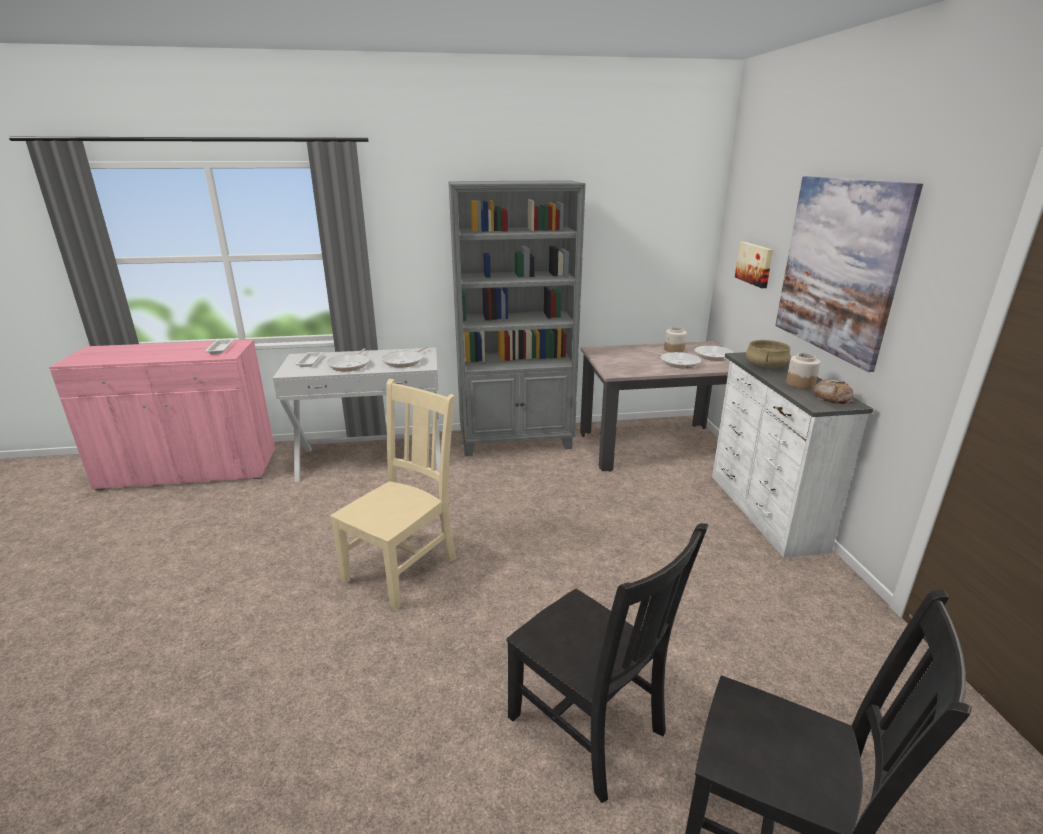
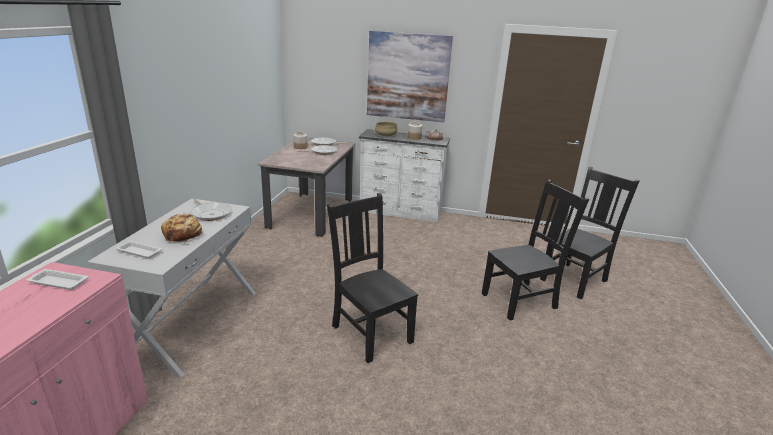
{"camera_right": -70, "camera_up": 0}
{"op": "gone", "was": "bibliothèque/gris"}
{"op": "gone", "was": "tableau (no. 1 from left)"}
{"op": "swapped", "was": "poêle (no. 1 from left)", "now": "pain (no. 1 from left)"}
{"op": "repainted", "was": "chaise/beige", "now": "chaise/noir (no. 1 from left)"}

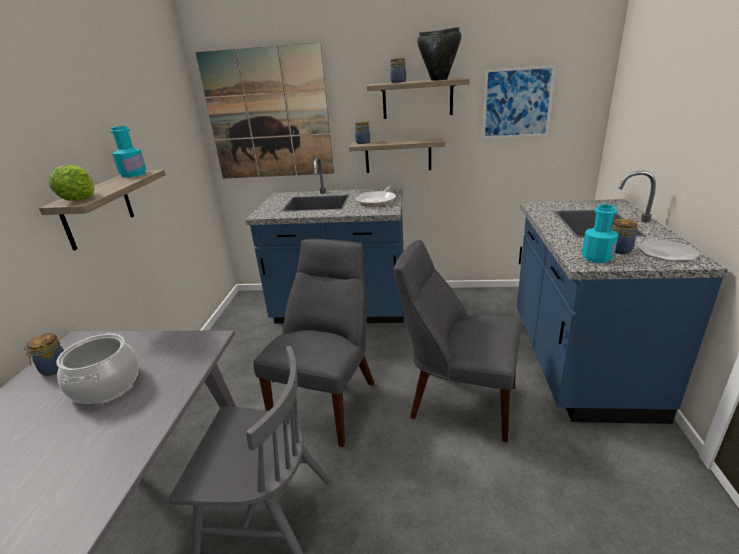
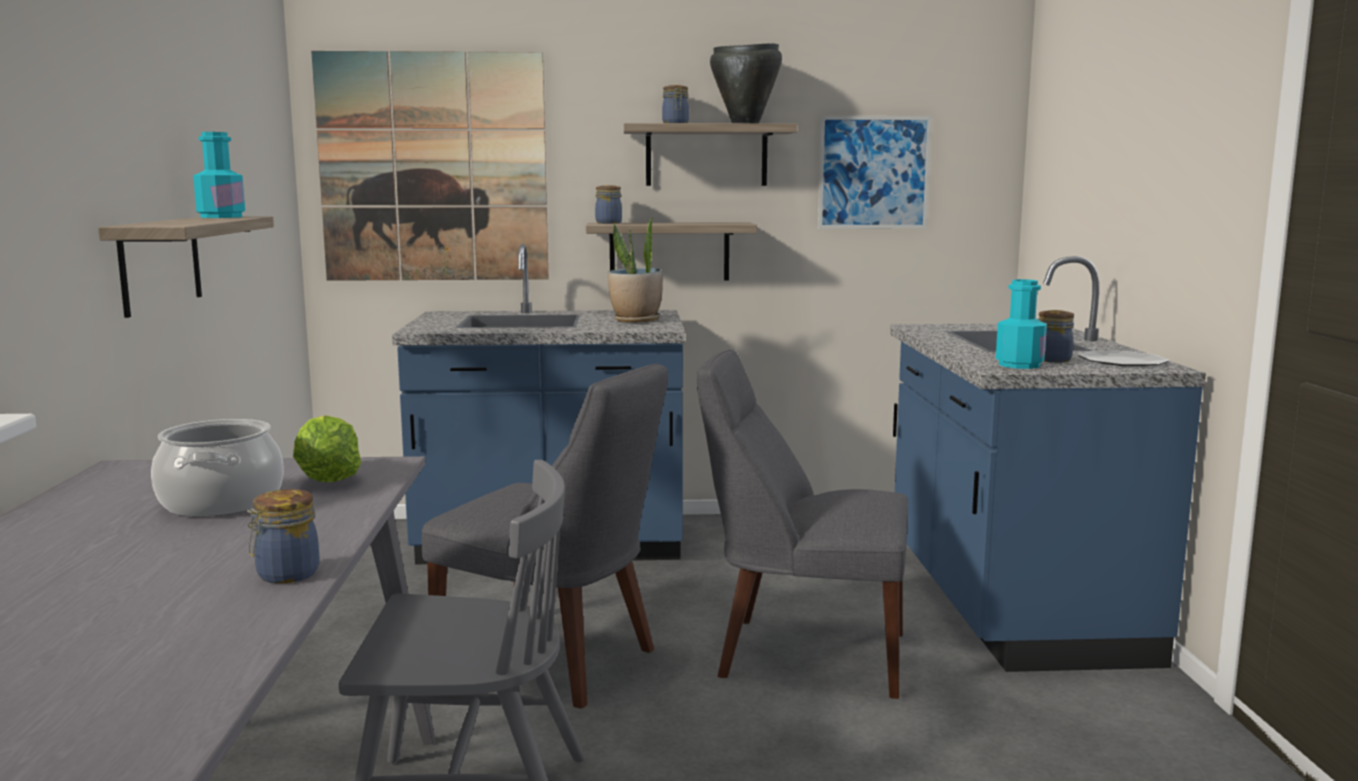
{"camera_right": -10, "camera_up": -15}
{"op": "shifted", "was": "laitue"}
{"op": "swapped", "was": "poêle", "now": "plante en pot"}
{"op": "rotated", "was": "chaise/gris (no. 2 from left)", "clockwise": 105}
{"op": "shifted", "was": "bocal (no. 1 from left)"}

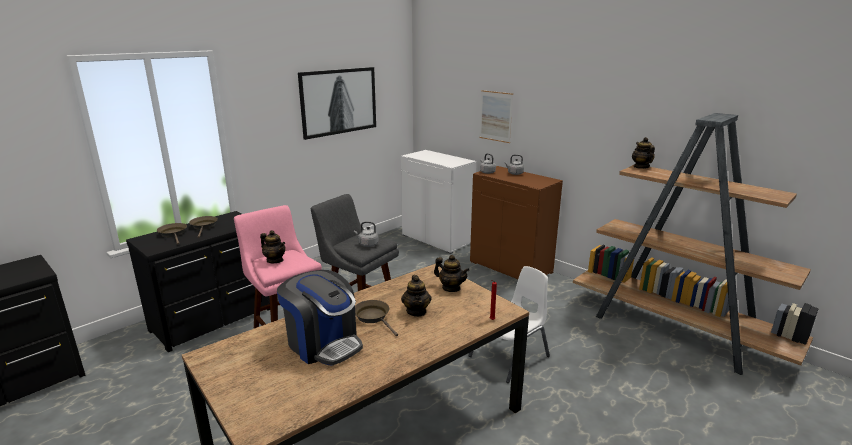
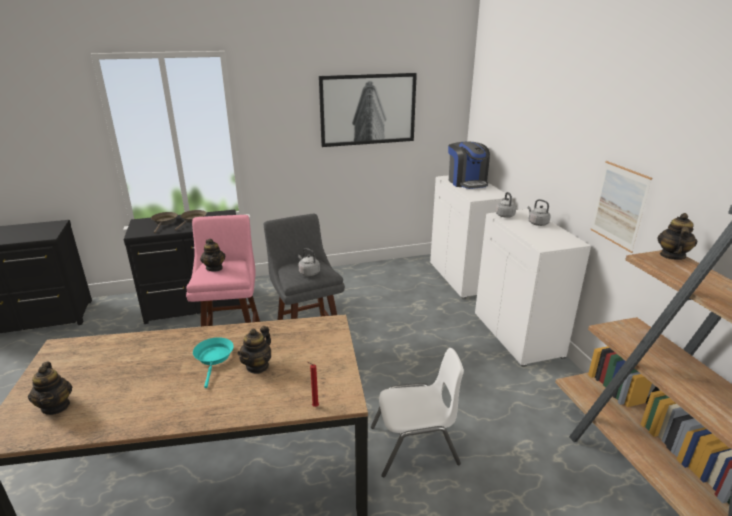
{"camera_right": 30, "camera_up": 5}
{"op": "shifted", "was": "tableau (no. 2 from left)"}
{"op": "repainted", "was": "meuble de rangement/marron", "now": "meuble de rangement/blanc (no. 2 from left)"}
{"op": "shifted", "was": "théière (no. 3 from left in the first image)", "now": "théière (no. 1 from left)"}
{"op": "shifted", "was": "machine à café"}
{"op": "repainted", "was": "poêle/marron (no. 3 from left)", "now": "poêle/turquoise"}

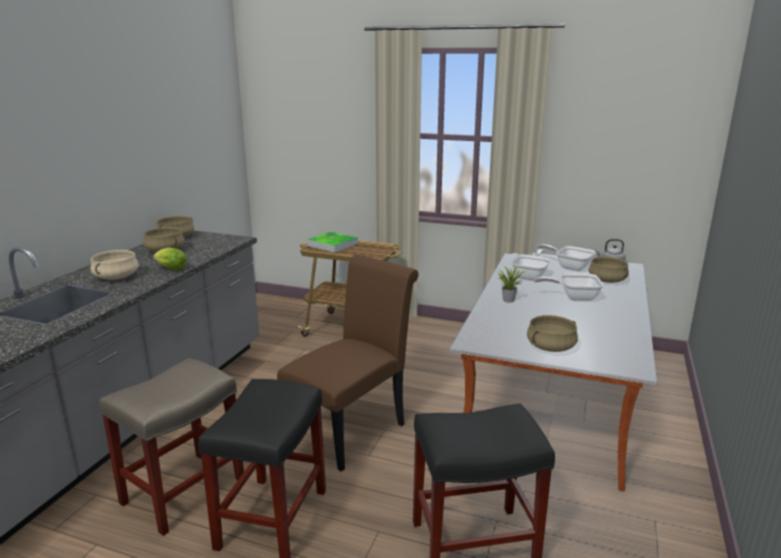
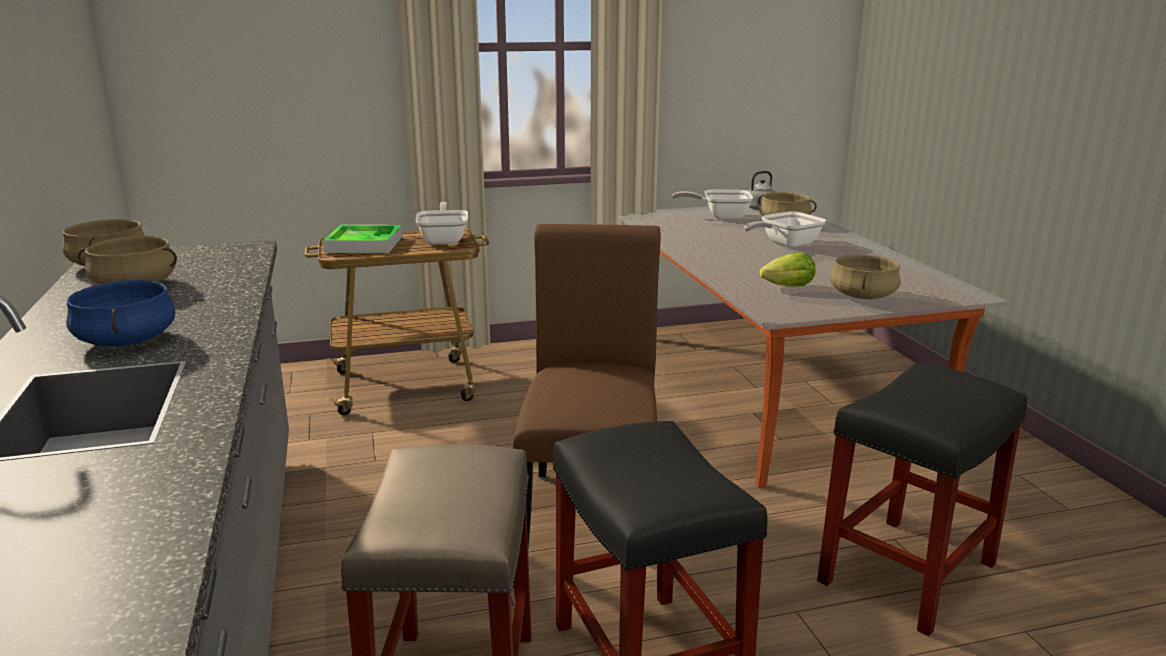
{"camera_right": -35, "camera_up": 0}
{"op": "shifted", "was": "laitue"}
{"op": "shifted", "was": "poêle (no. 1 from left)"}
{"op": "repainted", "was": "marmite/beige (no. 1 from left)", "now": "marmite/bleu"}
{"op": "gone", "was": "plante en pot"}

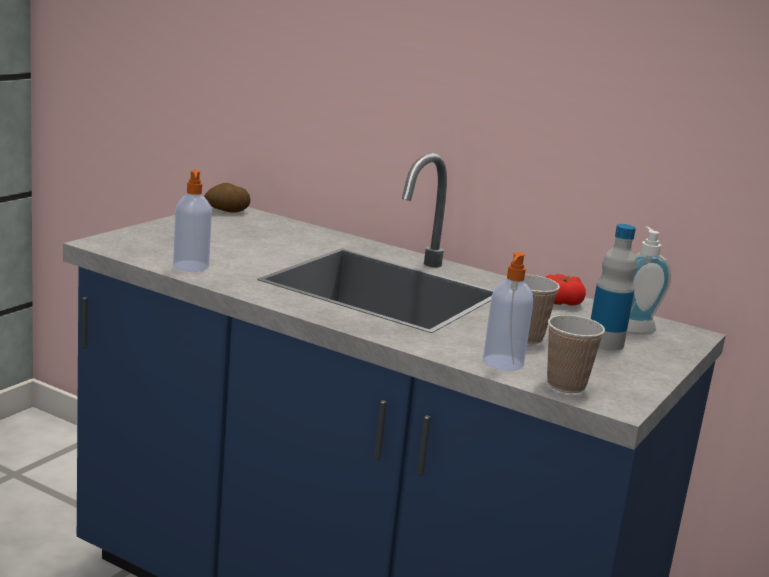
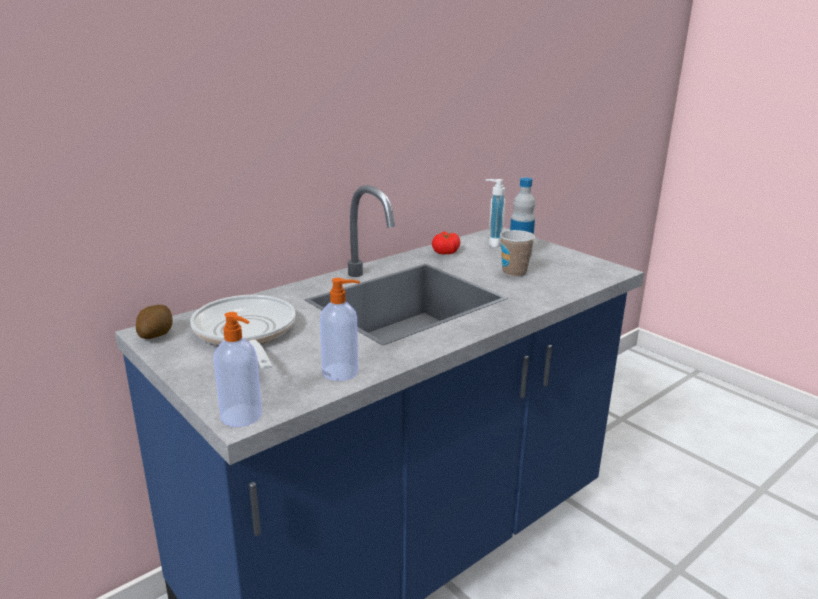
{"camera_right": -70, "camera_up": 5}
{"op": "shifted", "was": "distributeur de savon (no. 2 from left in the first image)", "now": "distributeur de savon (no. 1 from left)"}
{"op": "gone", "was": "tasse (no. 2 from left)"}
{"op": "new", "now": "poêle"}

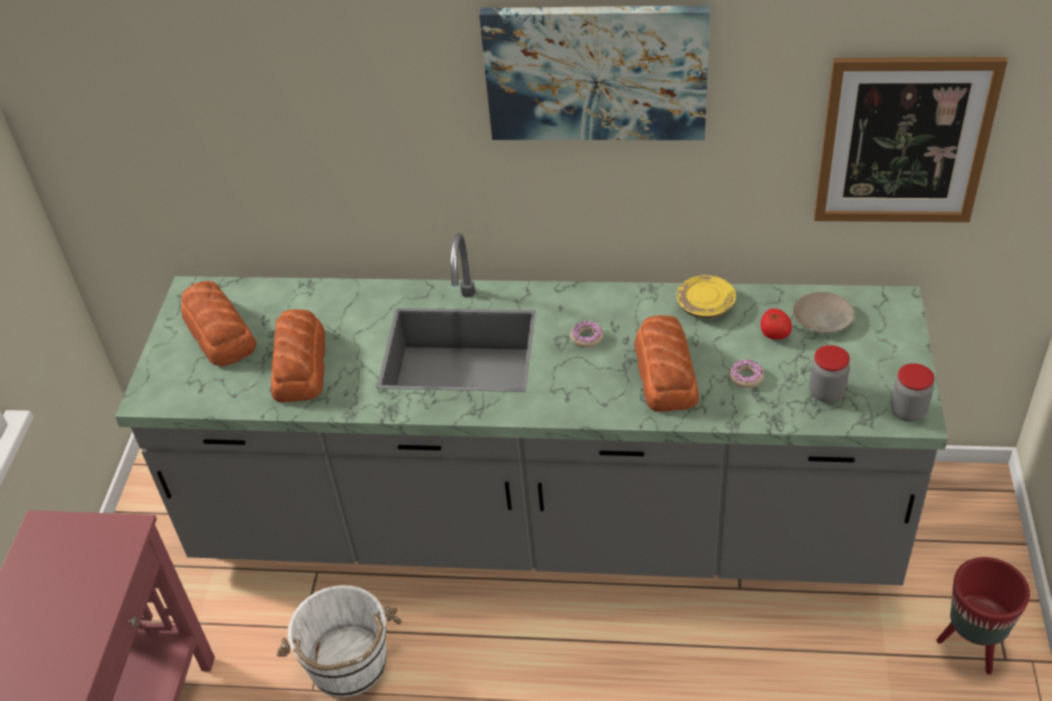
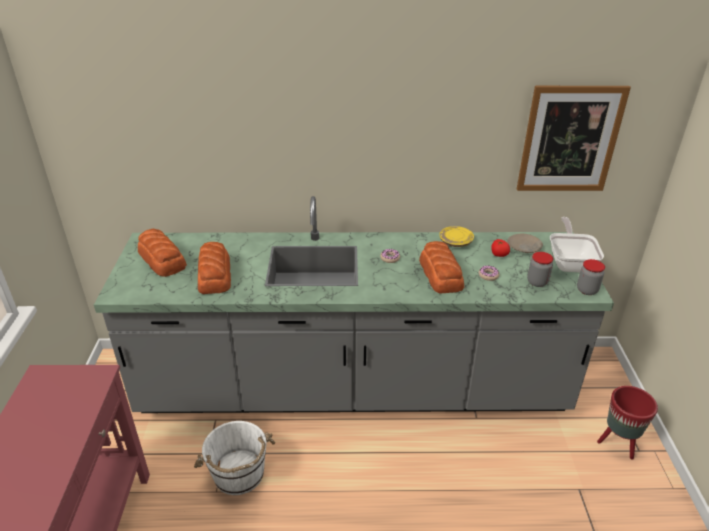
{"camera_right": -10, "camera_up": -10}
{"op": "gone", "was": "tableau (no. 1 from left)"}
{"op": "new", "now": "poêle"}

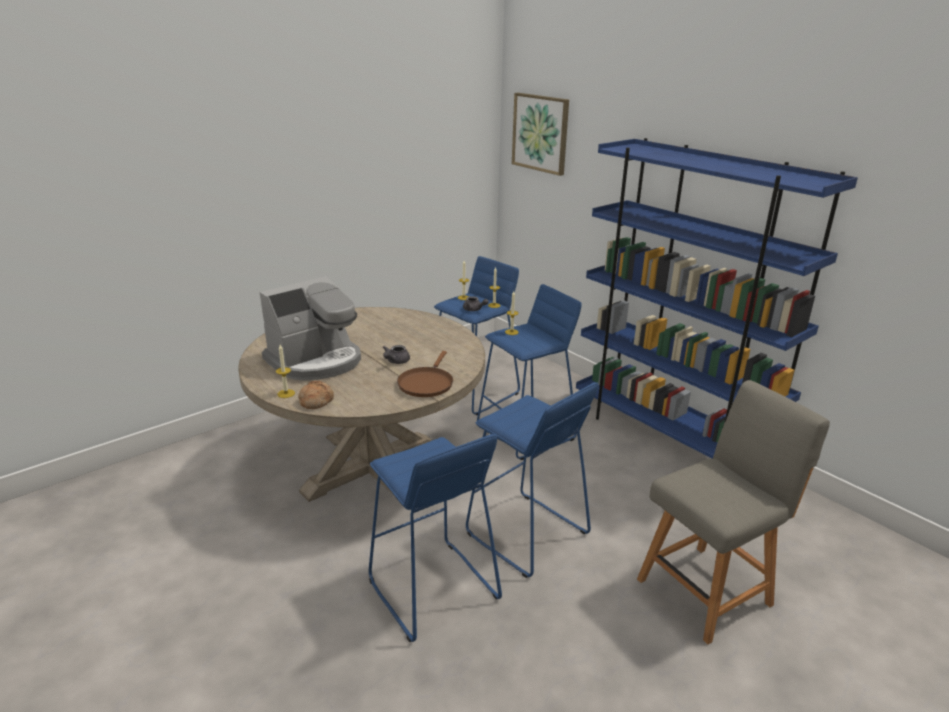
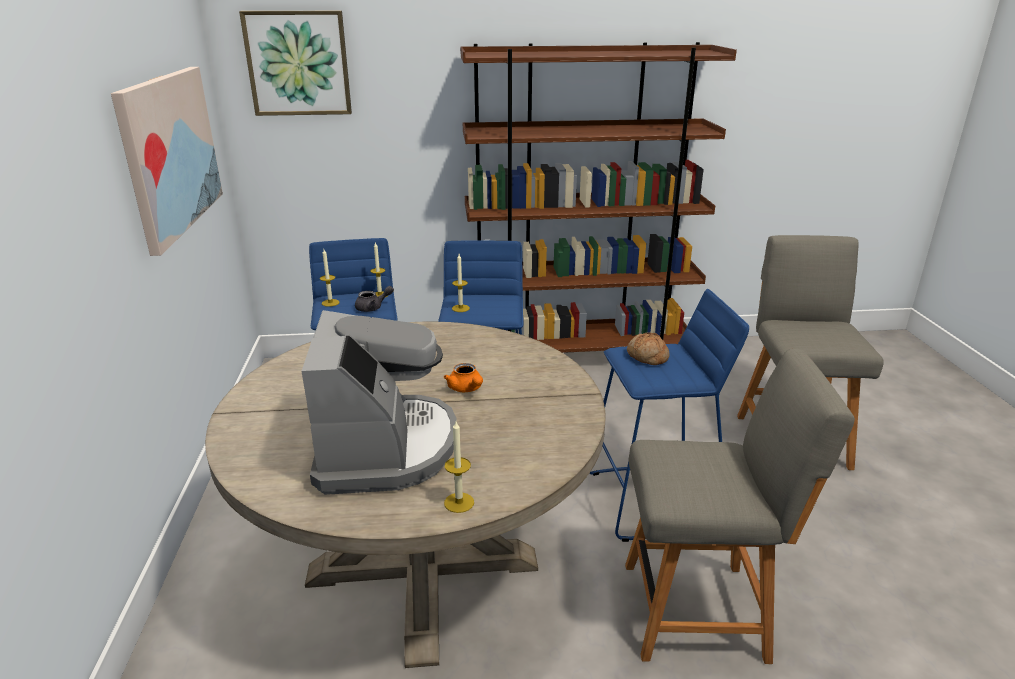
{"camera_right": -55, "camera_up": 0}
{"op": "repainted", "was": "bibliothèque/bleu", "now": "bibliothèque/marron"}
{"op": "repainted", "was": "théière/gris (no. 1 from left)", "now": "théière/orange"}
{"op": "gone", "was": "poêle/marron"}
{"op": "shifted", "was": "pain"}
{"op": "swapped", "was": "tabouret/bleu (no. 1 from left)", "now": "chaise/gris (no. 1 from left)"}
{"op": "new", "now": "tableau (no. 1 from left)"}

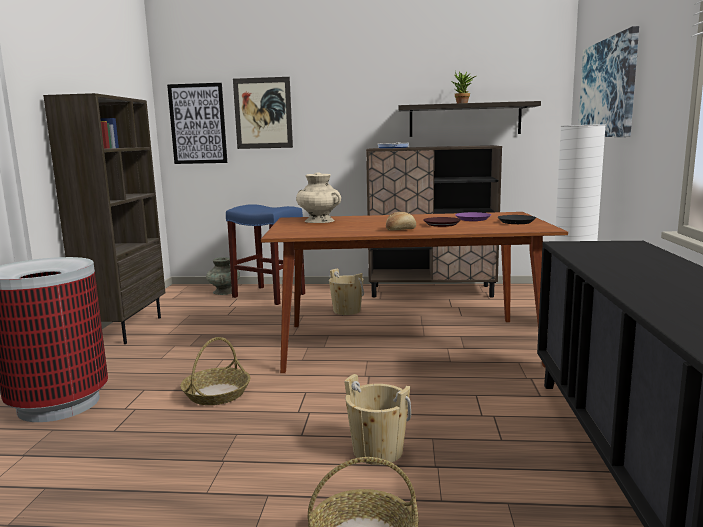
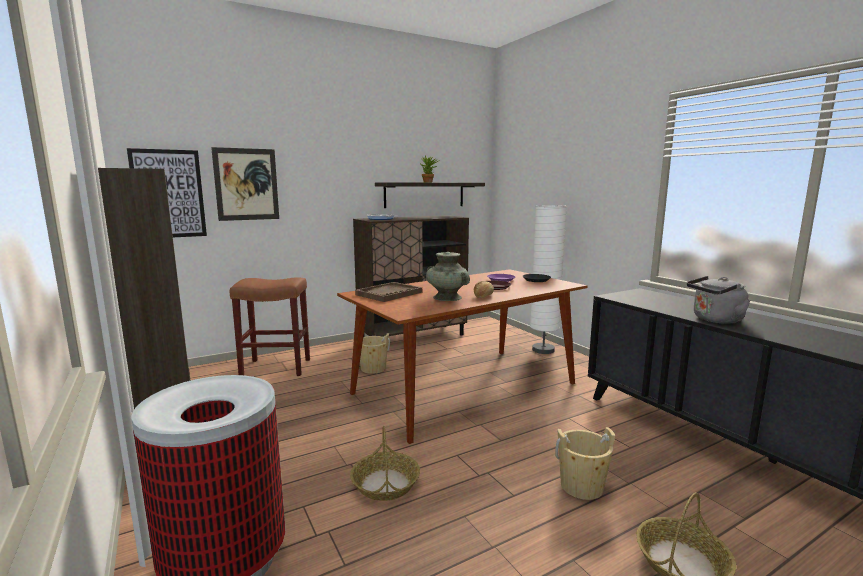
{"camera_right": -35, "camera_up": 0}
{"op": "gone", "was": "tableau (no. 3 from left)"}
{"op": "swapped", "was": "vase/beige", "now": "plateau/marron"}
{"op": "repainted", "was": "tabouret/bleu", "now": "tabouret/marron"}
{"op": "shifted", "was": "vase/turquoise"}
{"op": "new", "now": "bouilloire/gris"}

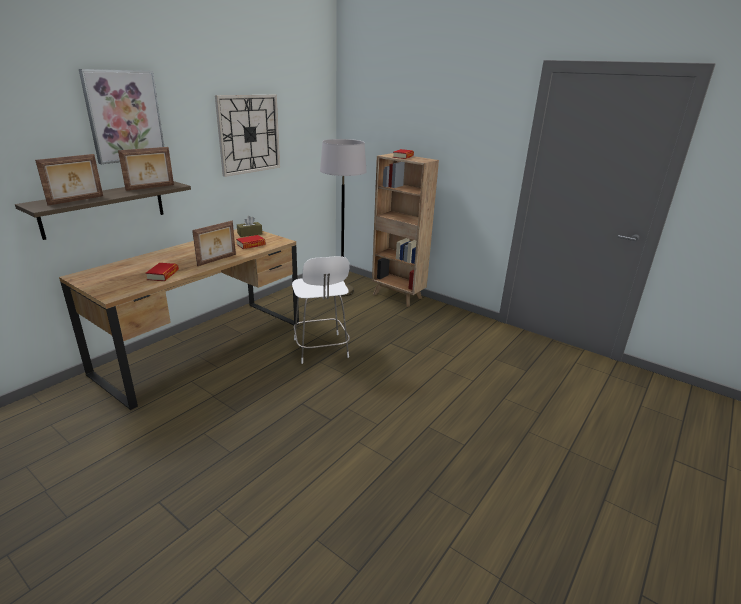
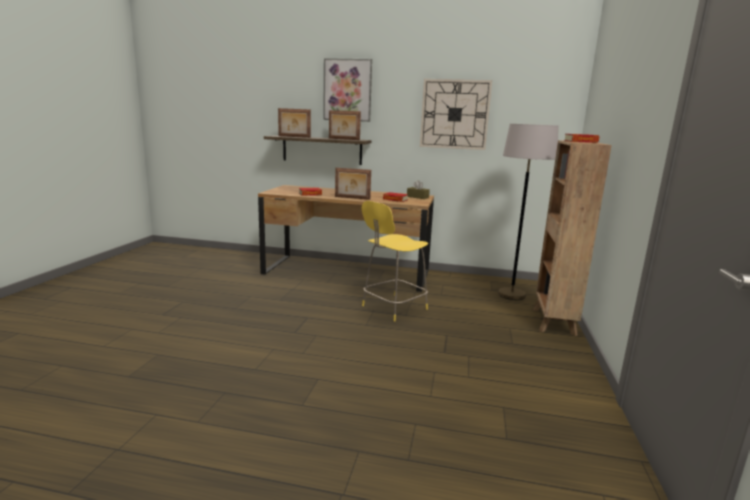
{"camera_right": 65, "camera_up": -10}
{"op": "repainted", "was": "tabouret/blanc", "now": "tabouret/jaune"}

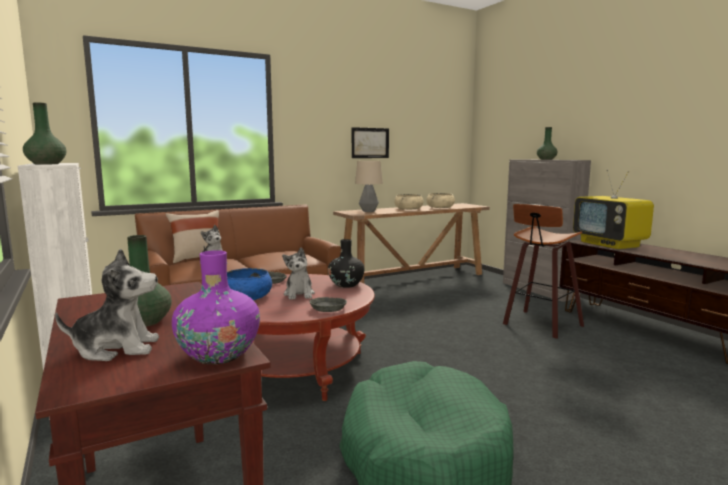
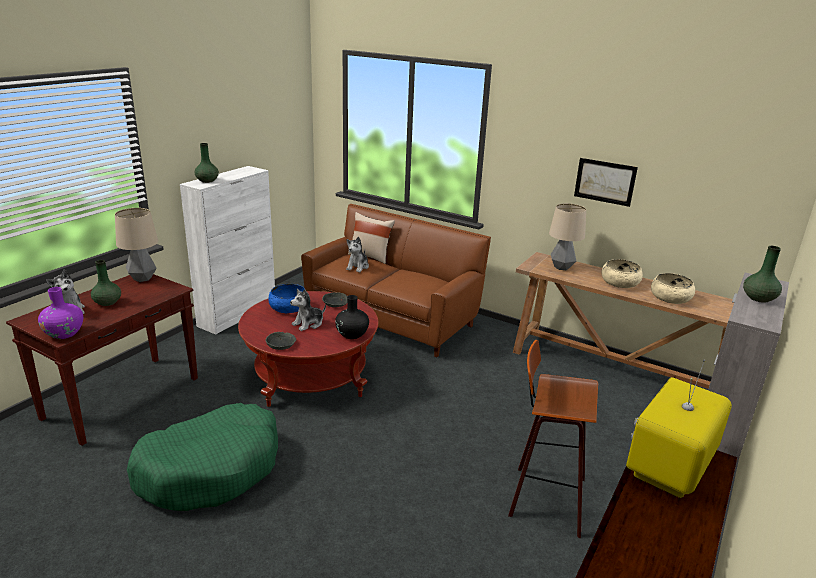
{"camera_right": 60, "camera_up": 15}
{"op": "new", "now": "lampe de table (no. 1 from left)"}

